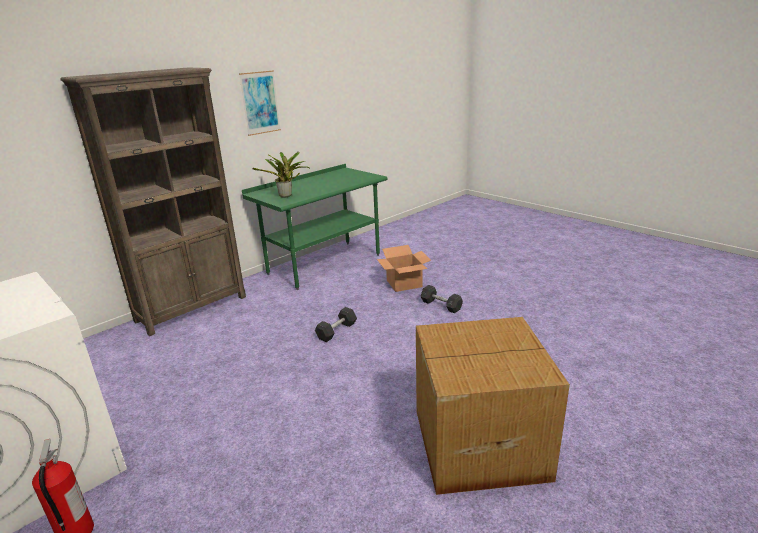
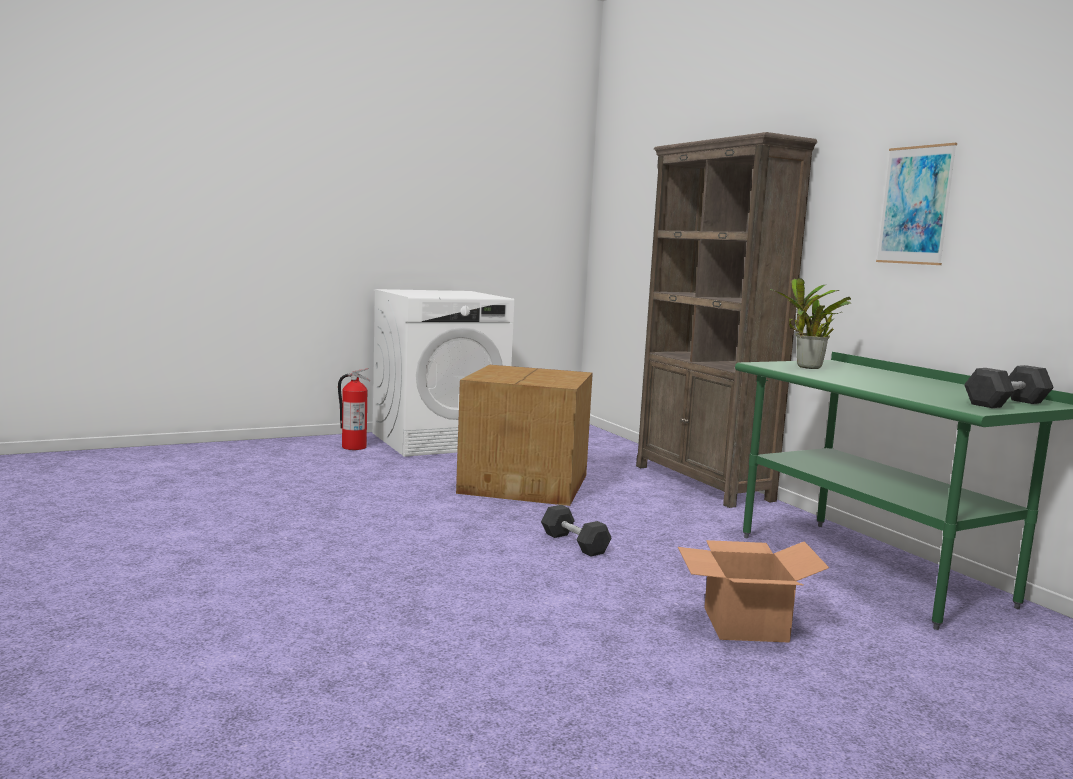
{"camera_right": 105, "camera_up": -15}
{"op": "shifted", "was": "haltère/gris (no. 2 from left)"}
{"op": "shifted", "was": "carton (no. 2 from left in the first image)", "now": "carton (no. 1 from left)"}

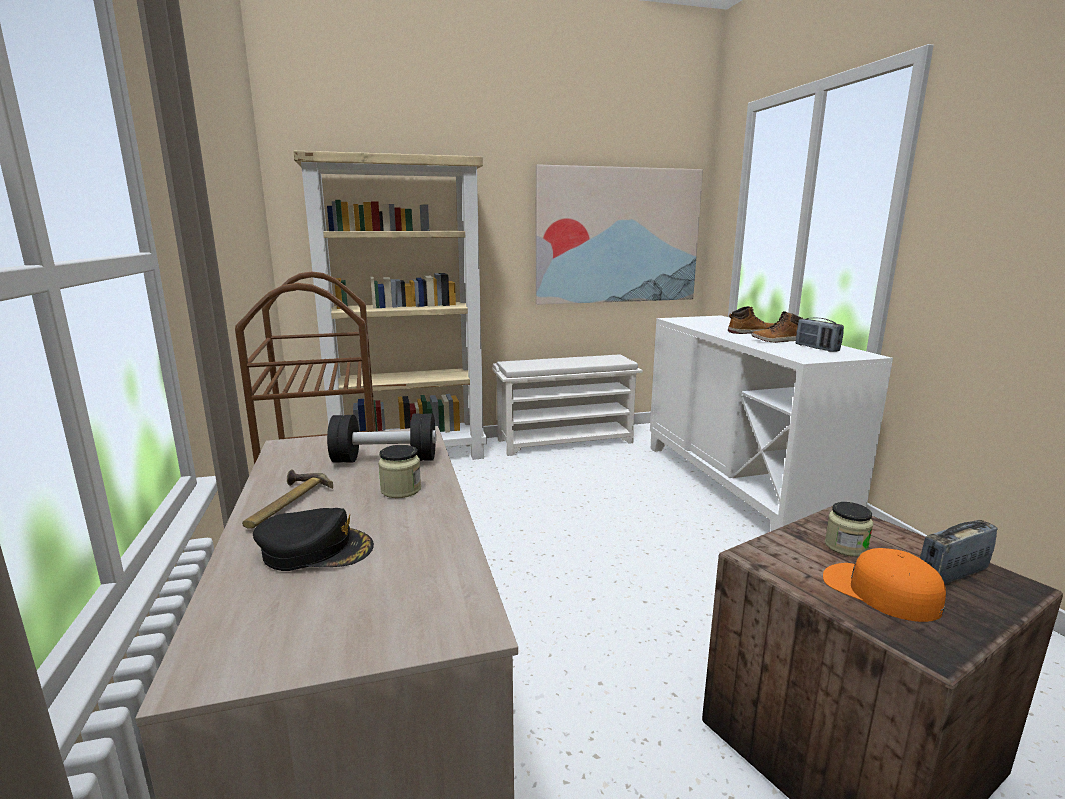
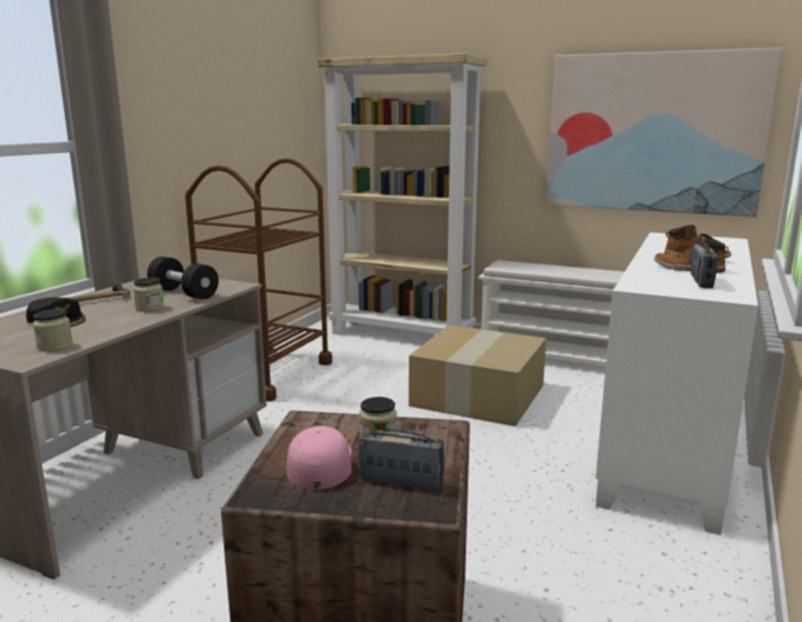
{"camera_right": 40, "camera_up": 0}
{"op": "repainted", "was": "casquette/orange", "now": "casquette/rose"}
{"op": "new", "now": "bocal (no. 1 from left)"}
{"op": "new", "now": "carton"}

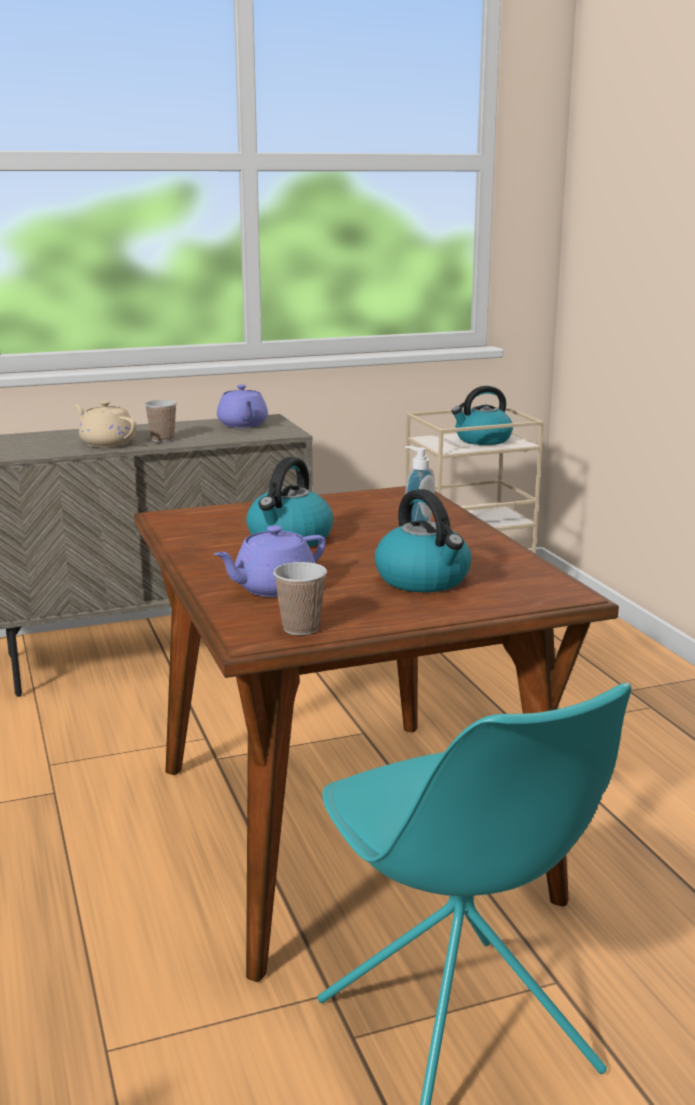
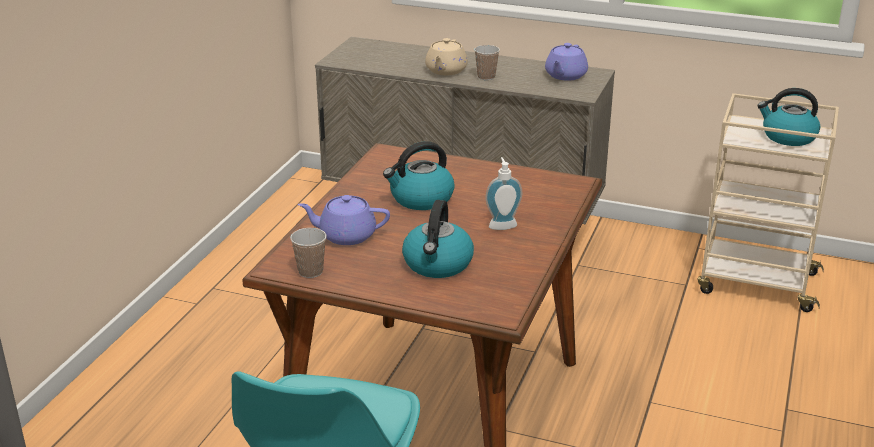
{"camera_right": 40, "camera_up": 10}
{"op": "rotated", "was": "théière/beige", "clockwise": -150}

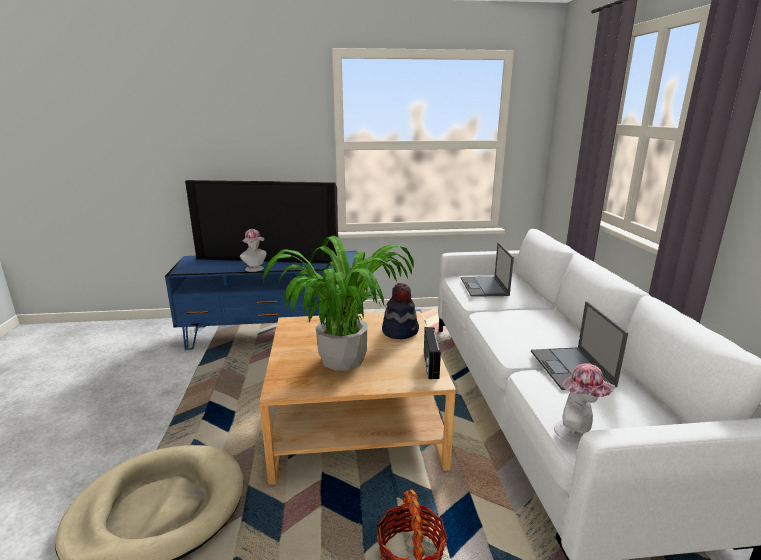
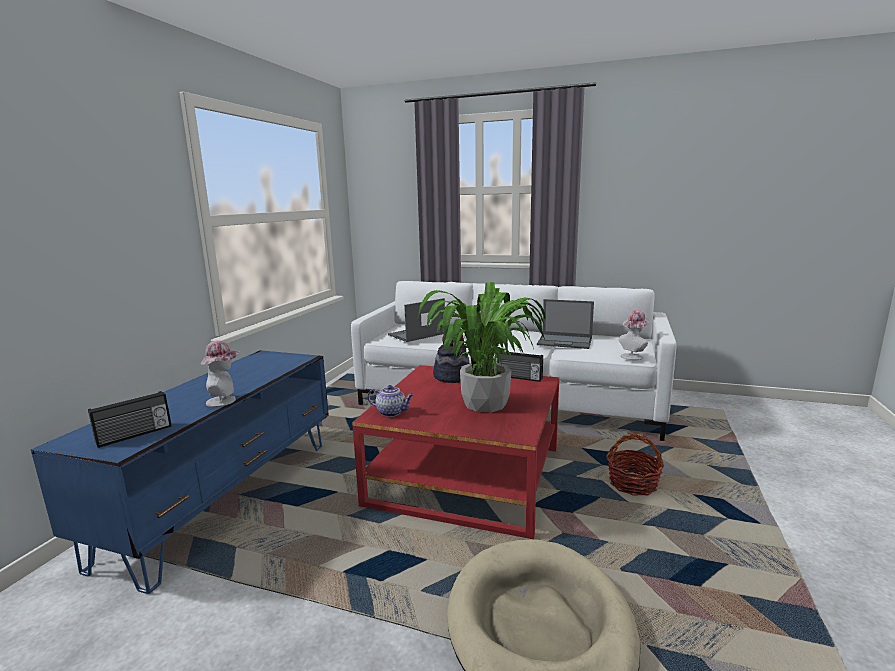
{"camera_right": -65, "camera_up": -5}
{"op": "gone", "was": "téléviseur"}
{"op": "rotated", "was": "ordinateur portable (no. 1 from left)", "clockwise": 120}
{"op": "repainted", "was": "table basse/beige", "now": "table basse/rouge"}
{"op": "new", "now": "théière"}
{"op": "new", "now": "radio (no. 1 from left)"}

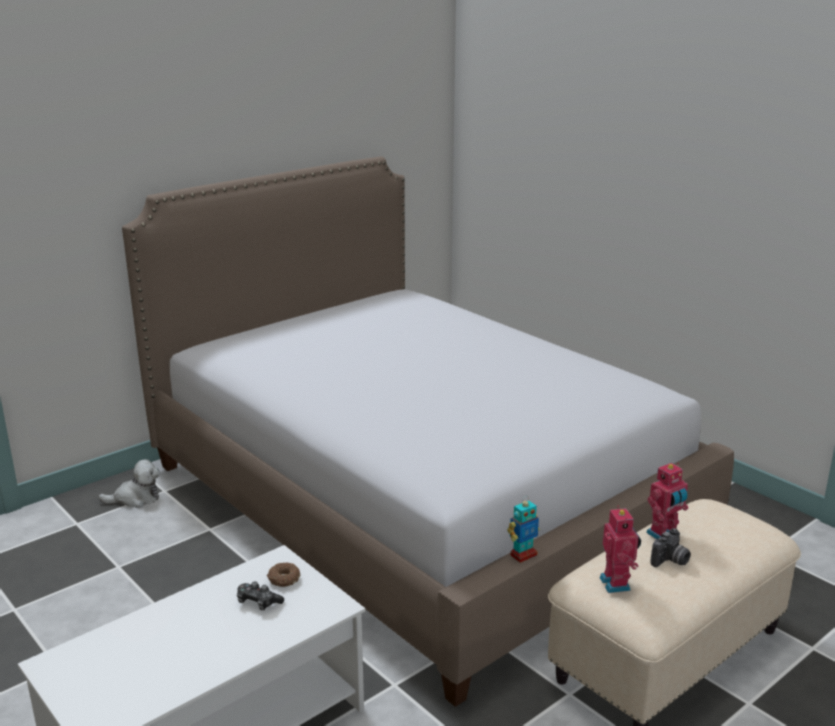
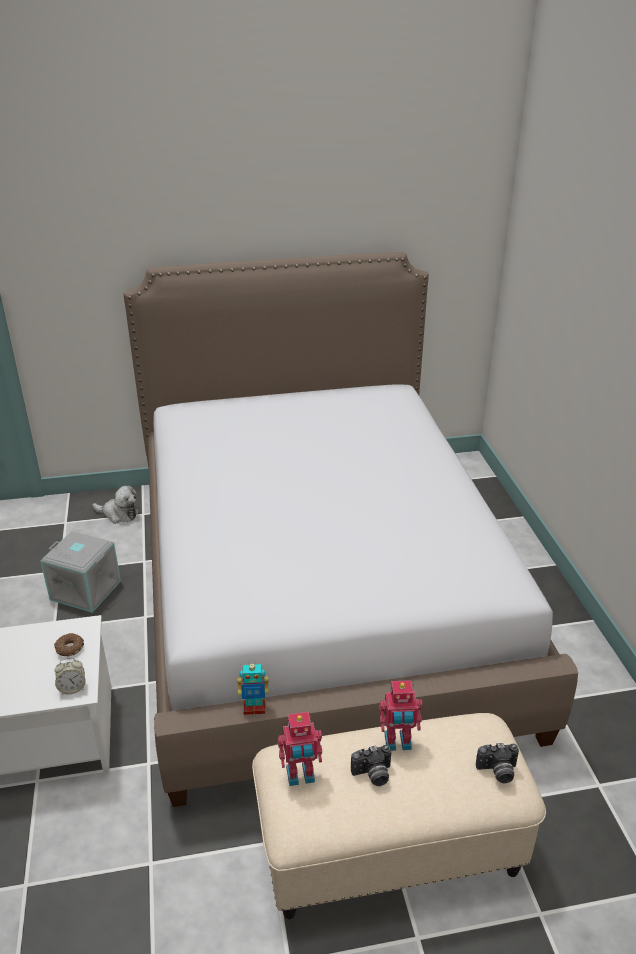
{"camera_right": 30, "camera_up": 10}
{"op": "rotated", "was": "robot jouet (no. 2 from left)", "clockwise": 60}
{"op": "gone", "was": "manette"}
{"op": "new", "now": "boîte de rangement/gris"}
{"op": "new", "now": "réveil"}
{"op": "new", "now": "appareil photo (no. 2 from left)"}

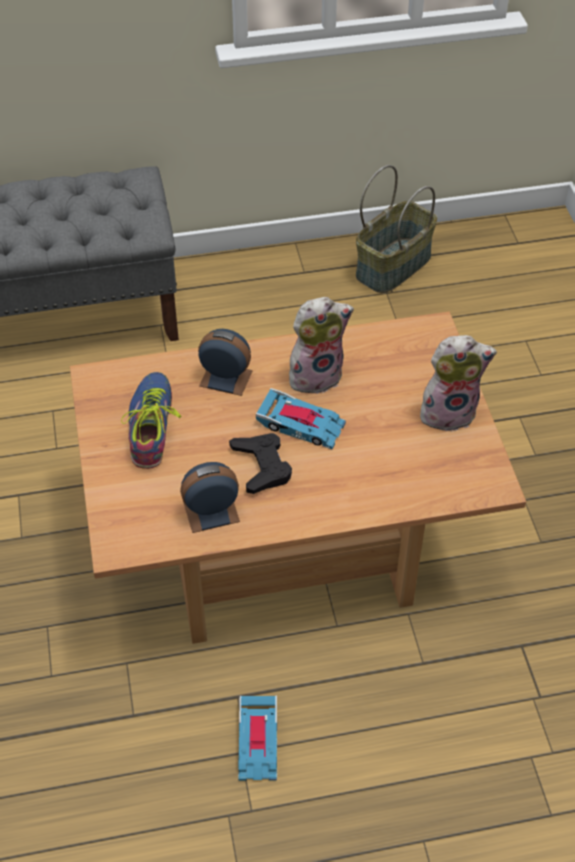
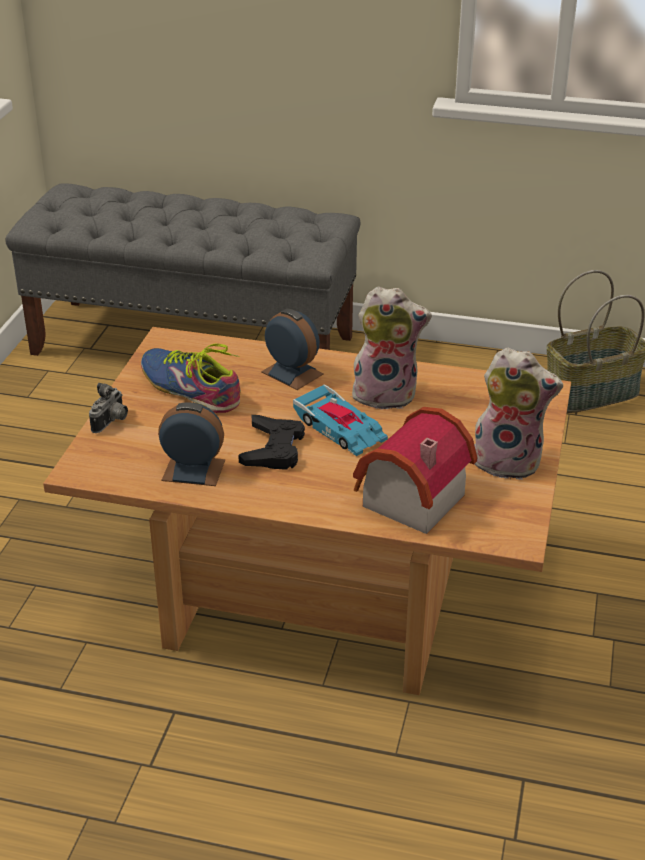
{"camera_right": 25, "camera_up": -15}
{"op": "rotated", "was": "chaussure", "clockwise": -75}
{"op": "gone", "was": "petite voiture (no. 1 from left)"}
{"op": "new", "now": "appareil photo"}
{"op": "new", "now": "maison miniature"}

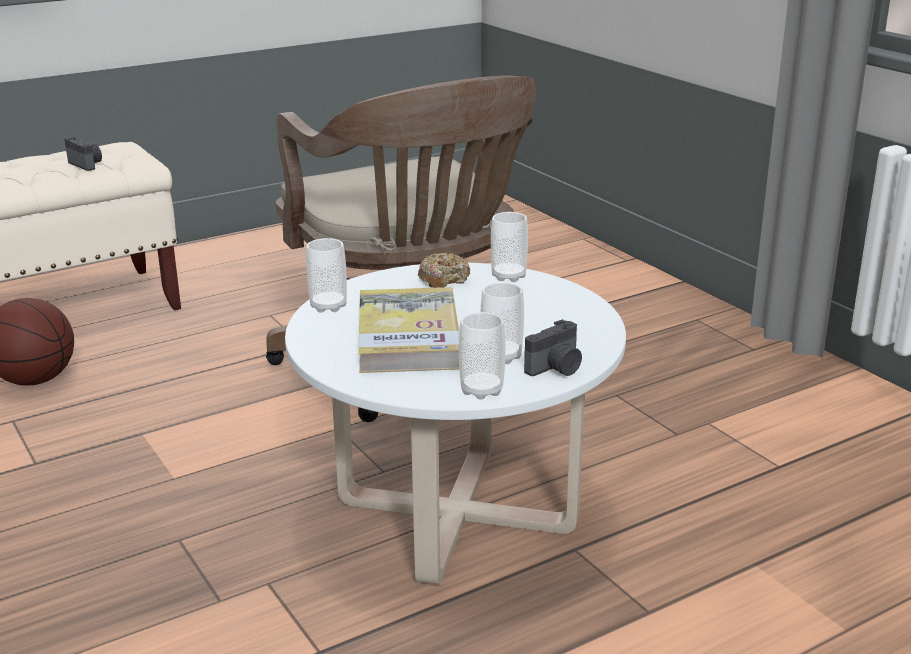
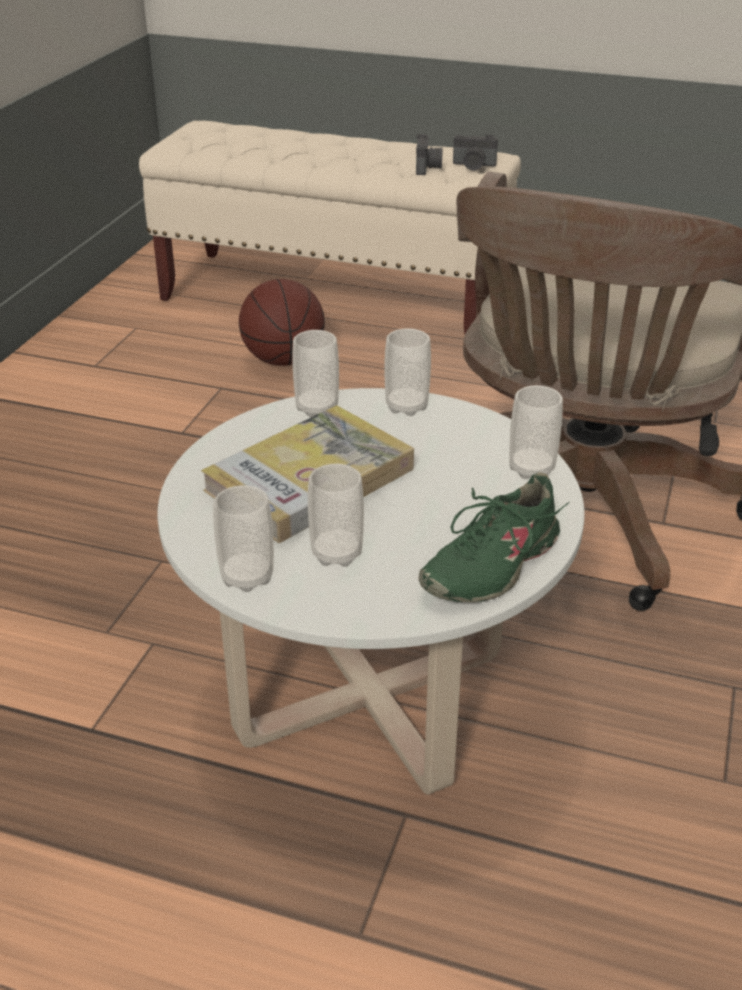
{"camera_right": 50, "camera_up": 10}
{"op": "gone", "was": "beignet"}
{"op": "shifted", "was": "appareil photo (no. 2 from left)"}
{"op": "new", "now": "tasse (no. 4 from left)"}
{"op": "new", "now": "chaussure/vert"}

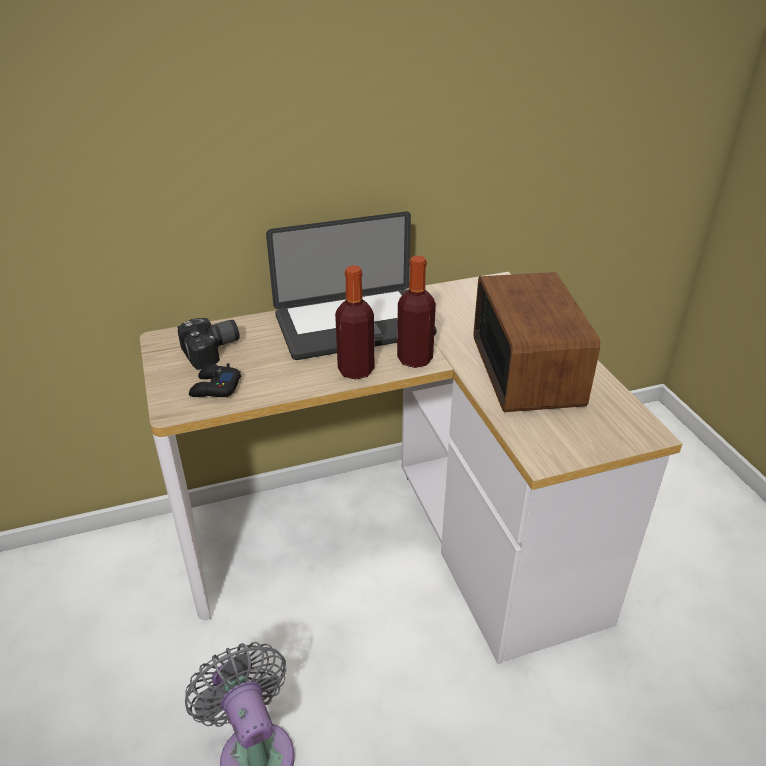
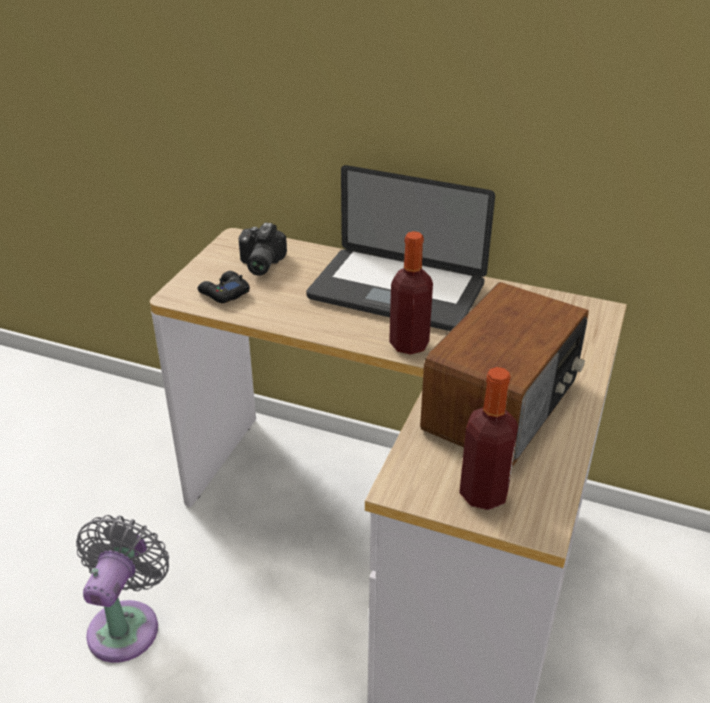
{"camera_right": 40, "camera_up": 0}
{"op": "shifted", "was": "bouteille (no. 1 from left in the first image)", "now": "bouteille (no. 2 from left)"}
{"op": "rotated", "was": "appareil photo", "clockwise": 90}

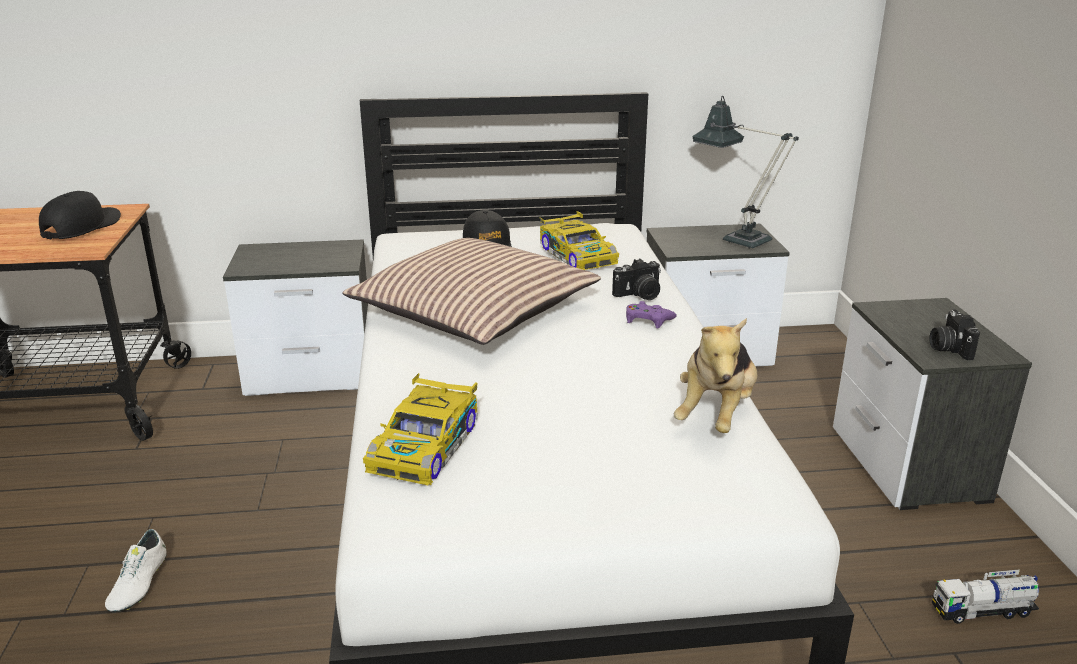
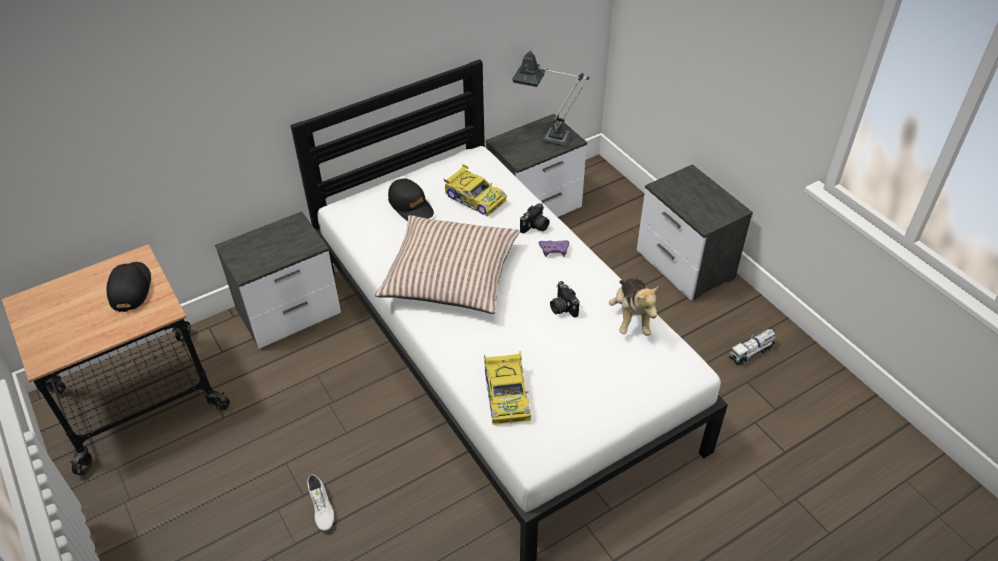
{"camera_right": -25, "camera_up": 20}
{"op": "shifted", "was": "appareil photo (no. 2 from left)"}

